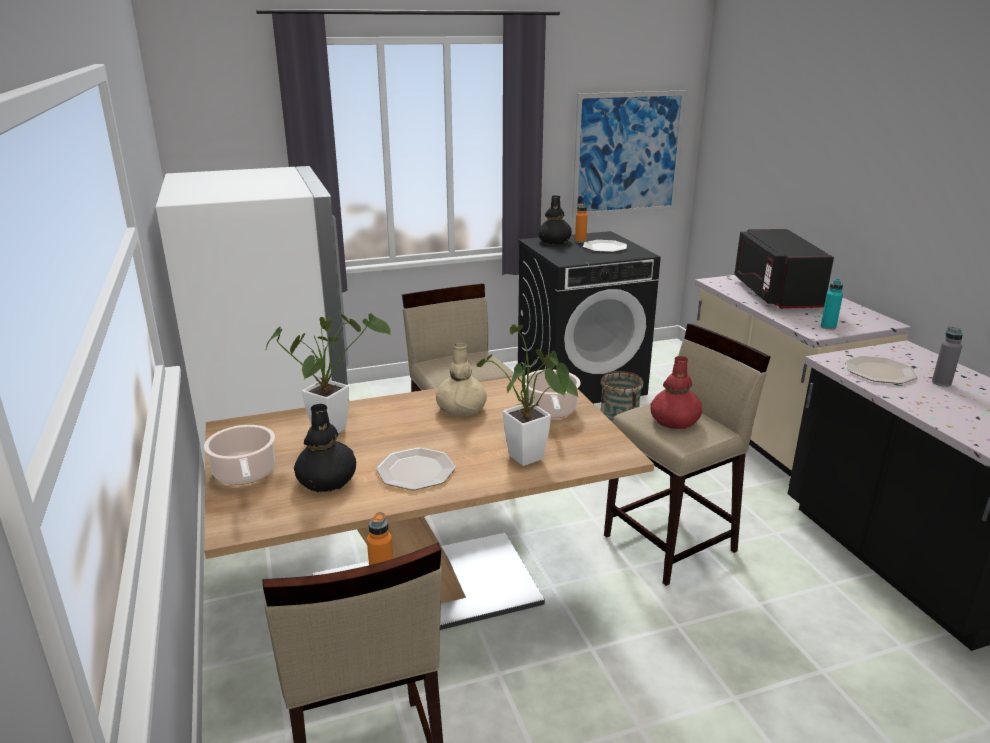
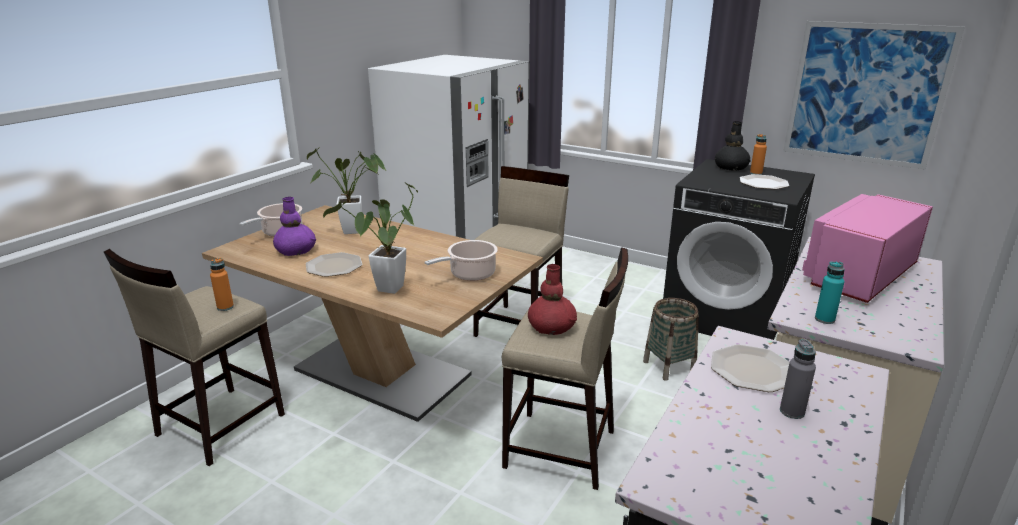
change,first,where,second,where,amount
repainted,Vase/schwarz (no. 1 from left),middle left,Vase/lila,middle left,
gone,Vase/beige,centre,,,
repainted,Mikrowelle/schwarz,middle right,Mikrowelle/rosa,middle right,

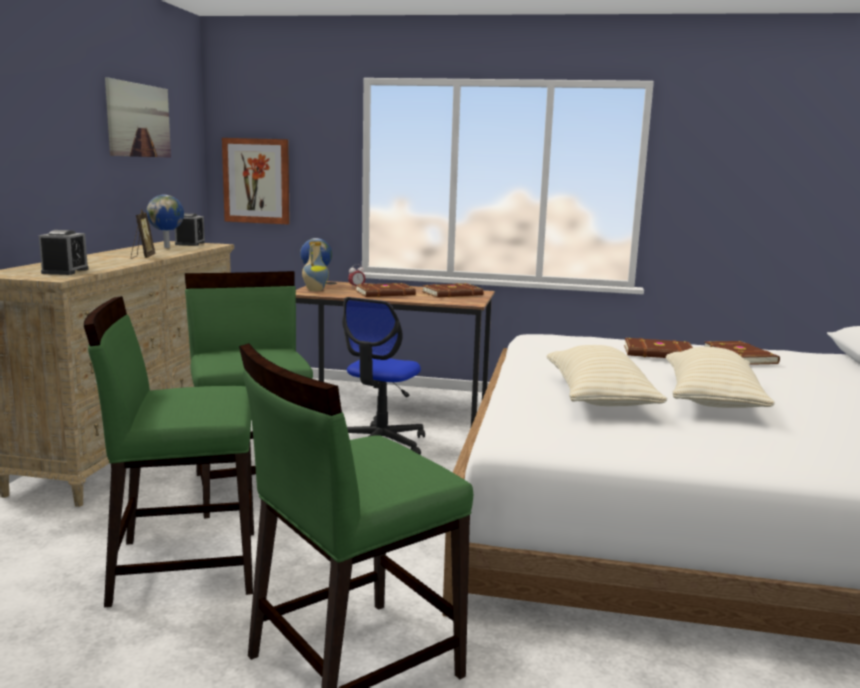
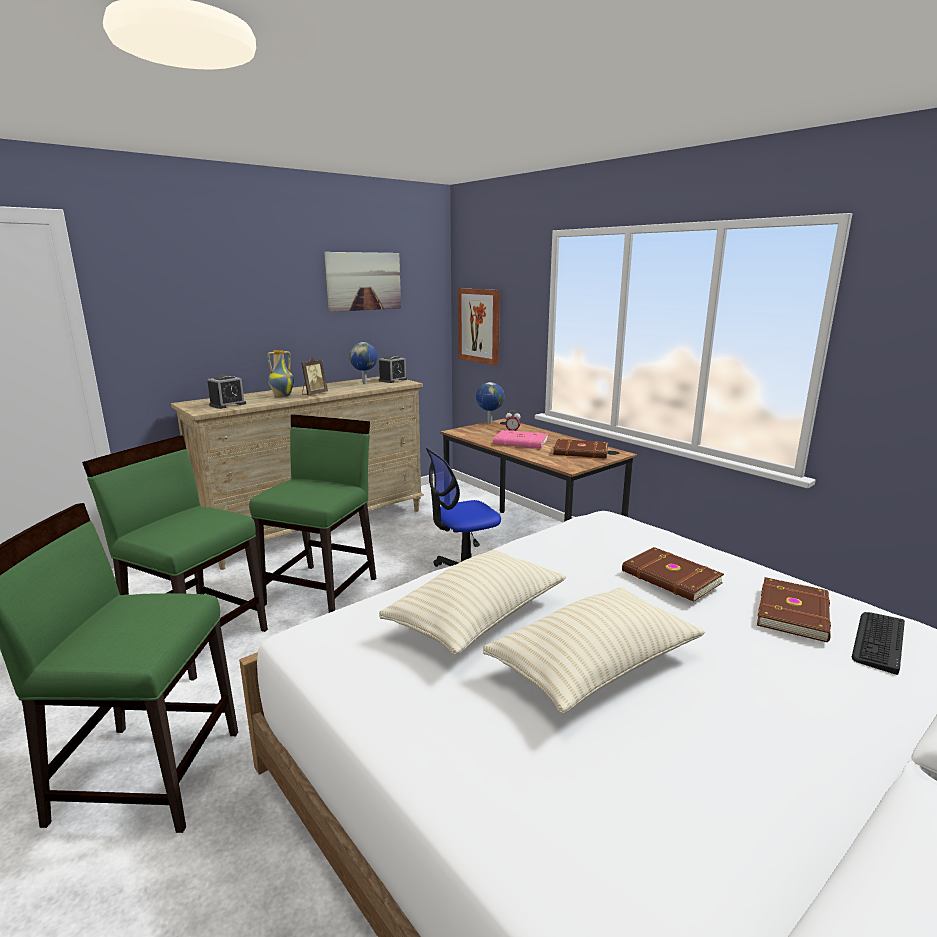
change,first,where,second,where,amount
shifted,Vase,centre,,middle left,
repainted,Buch/braun (no. 1 from left),centre,Buch/rosa,centre,
new,,,Tastatur,bottom right,

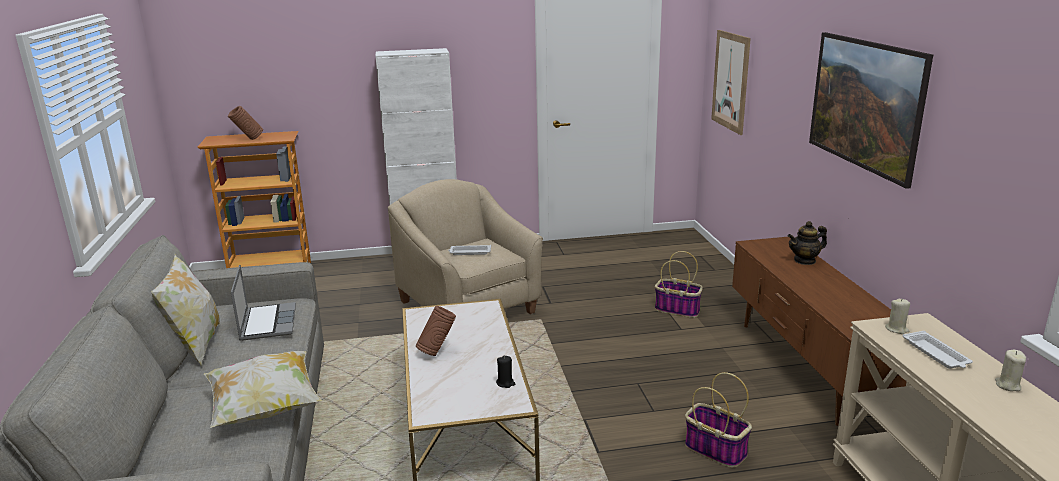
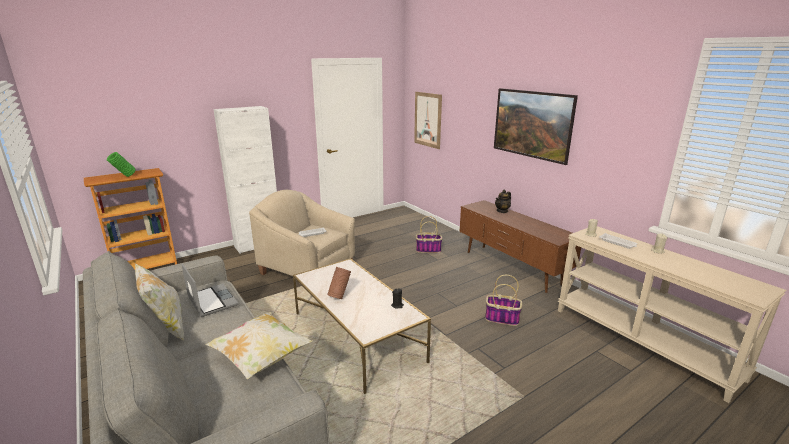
change,first,where,second,where,amount
repainted,Vase/braun (no. 1 from left),top left,Vase/grün,middle left,

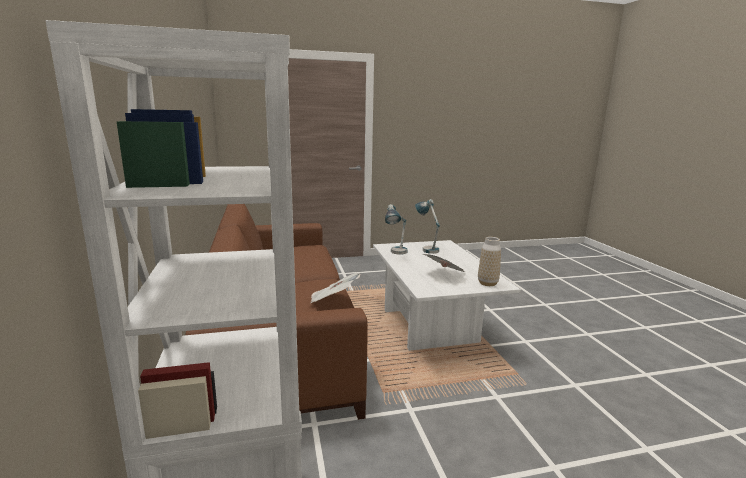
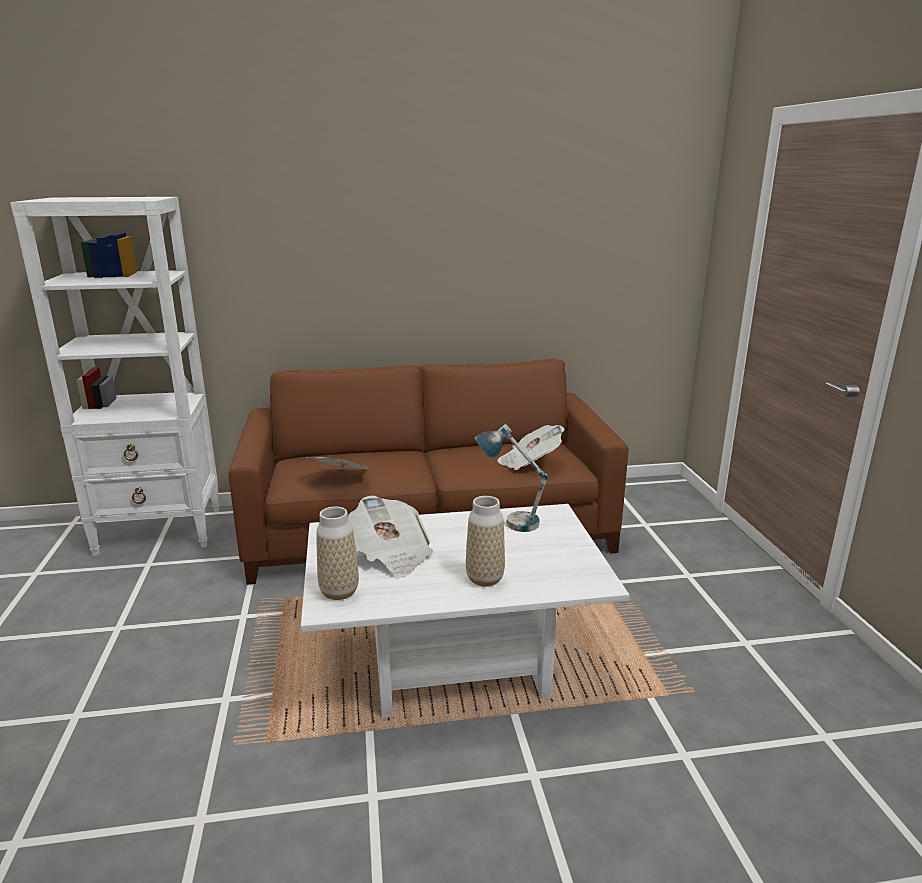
change,first,where,second,where,amount
gone,Tischlampe (no. 2 from left),centre,,,
new,,,Vase (no. 2 from left),centre,
new,,,Zeitung (no. 3 from left),centre,

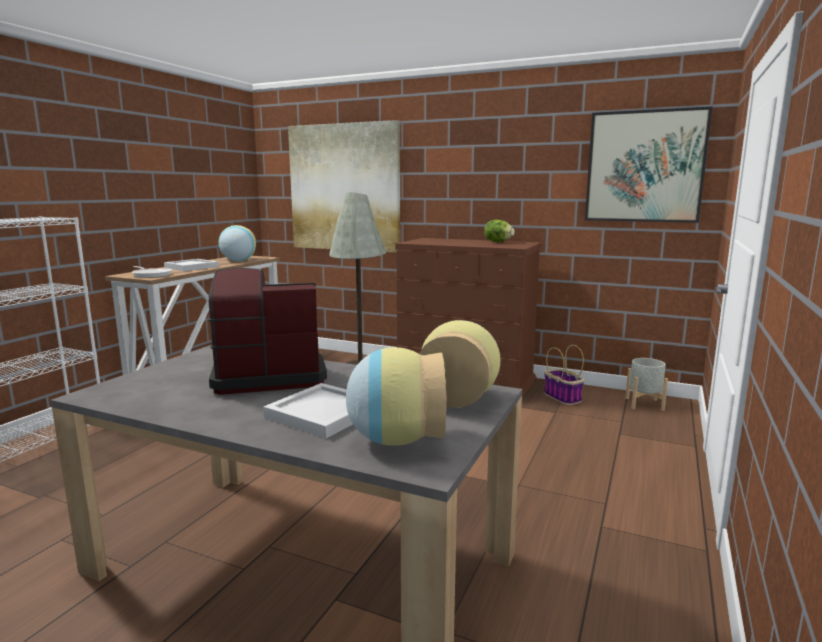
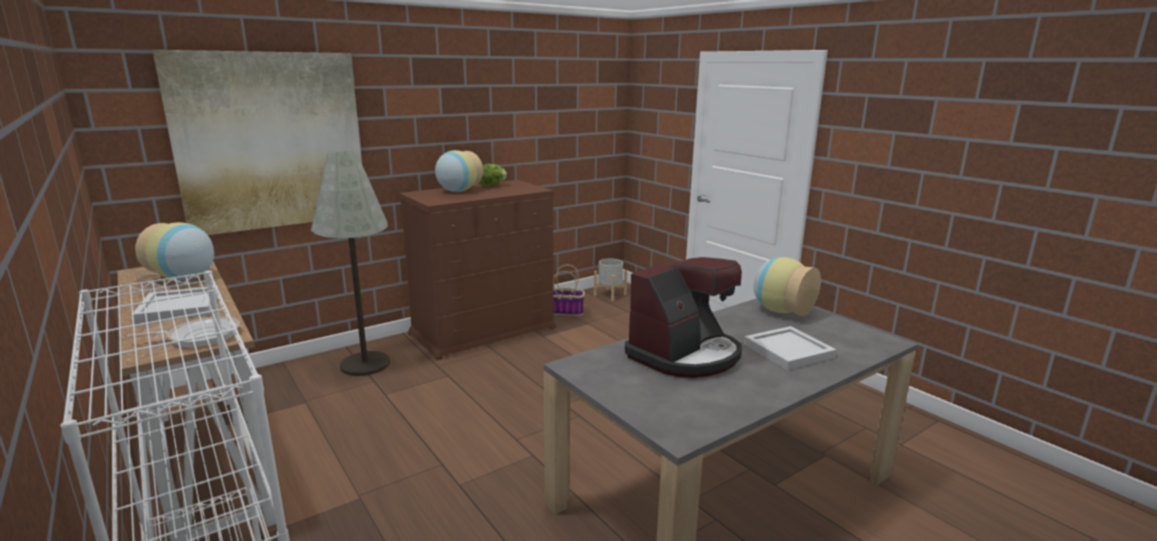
change,first,where,second,where,amount
rotated,Kaffeemaschine,middle left,,centre,150 degrees counterclockwise
shifted,Vase (no. 2 from left),centre,,top centre,
gone,Bild (no. 2 from left),top right,,,

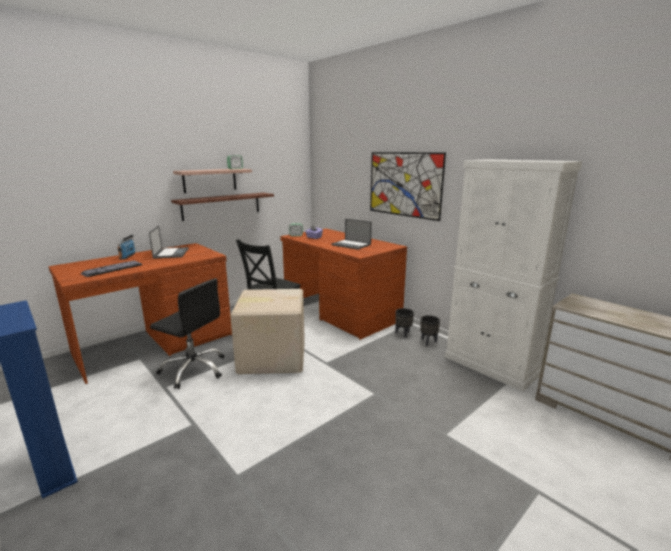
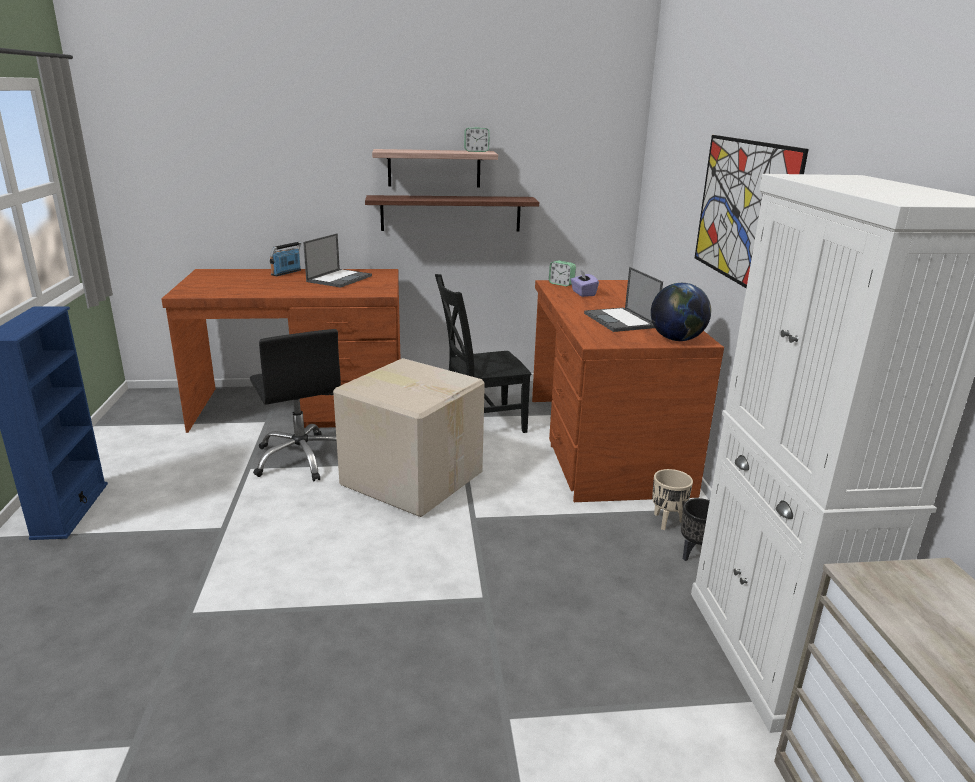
change,first,where,second,where,amount
gone,Tastatur,middle left,,,
repainted,Pflanzkübel/schwarz (no. 1 from left),centre,Pflanzkübel/beige,middle right,
new,,,Globus,middle right,

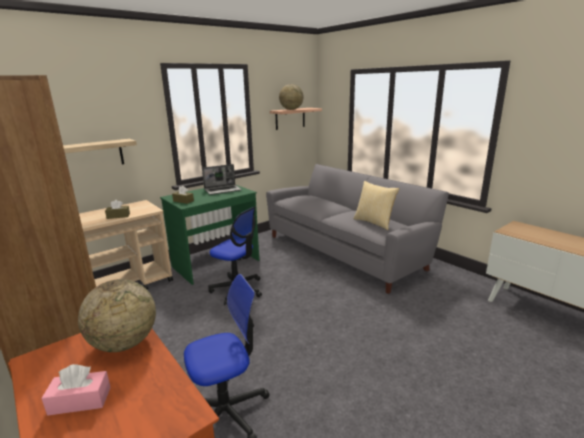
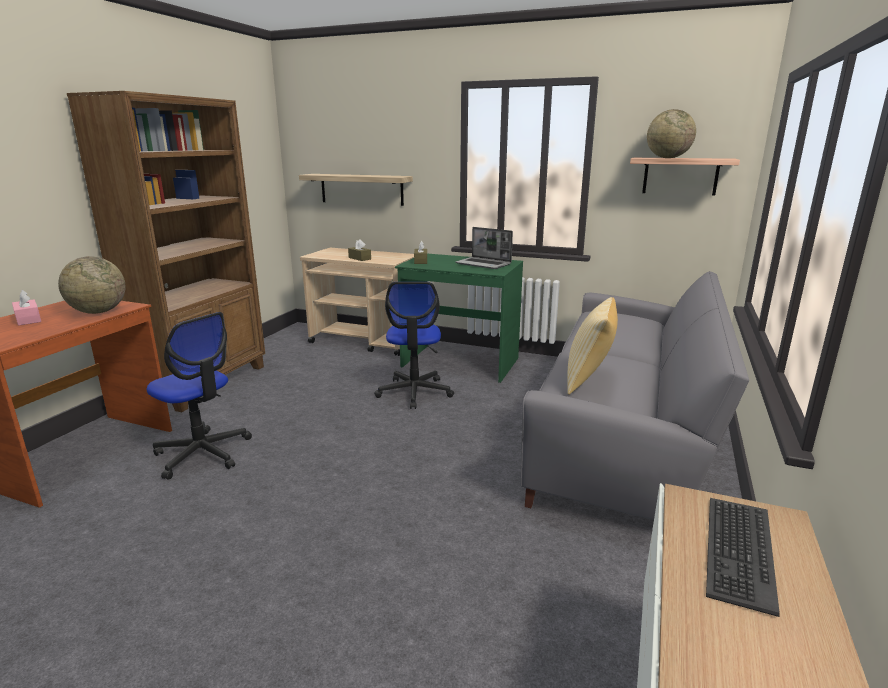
change,first,where,second,where,amount
new,,,Tastatur,bottom right,

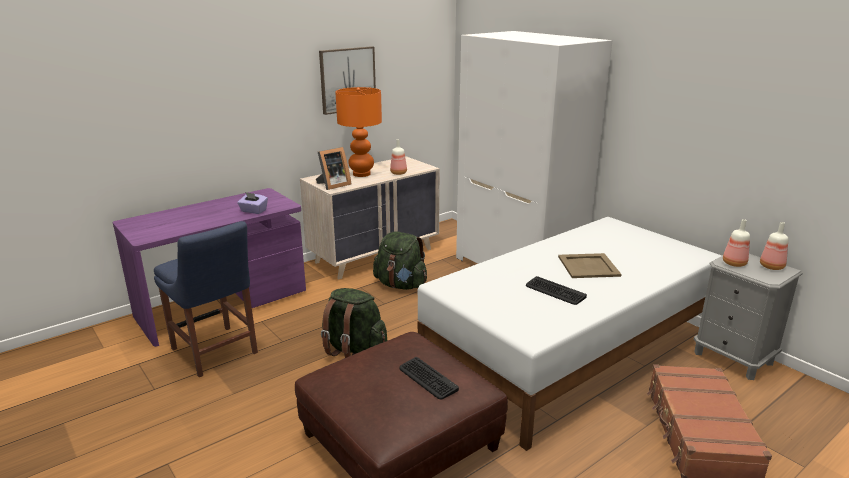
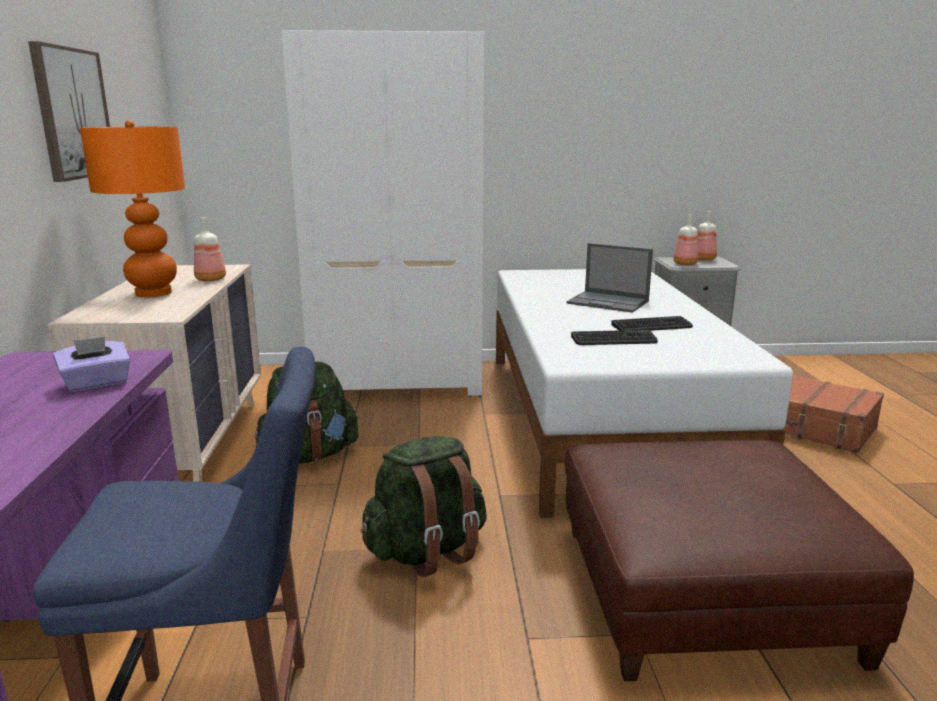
change,first,where,second,where,amount
gone,Bilderrahmen,centre,,,
shifted,Tastatur (no. 1 from left),bottom centre,,centre,
swapped,Tablett/beige,middle right,Laptop,centre,

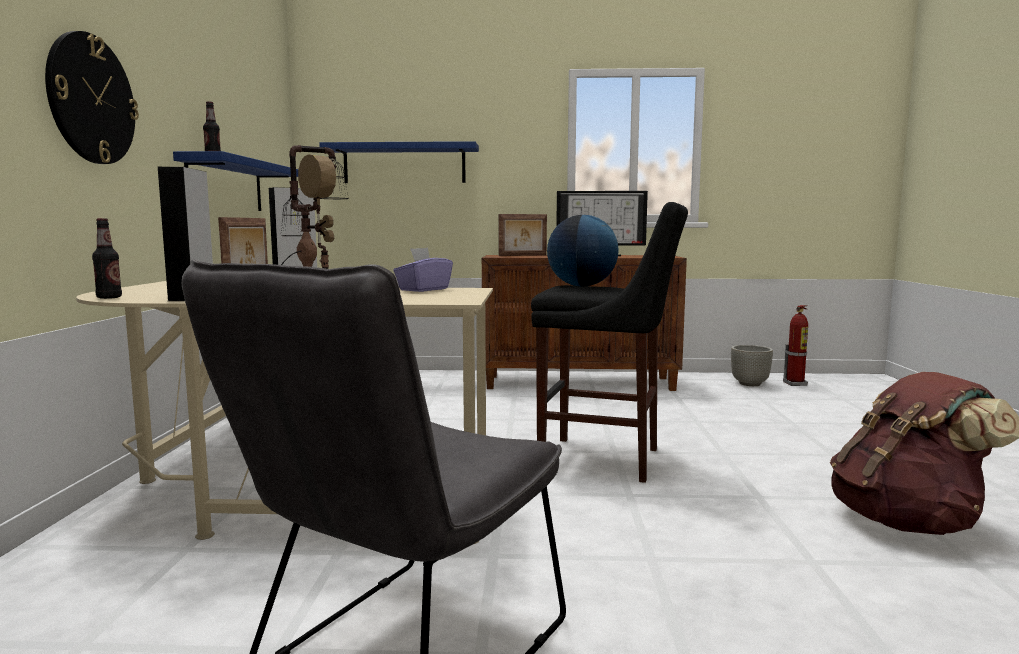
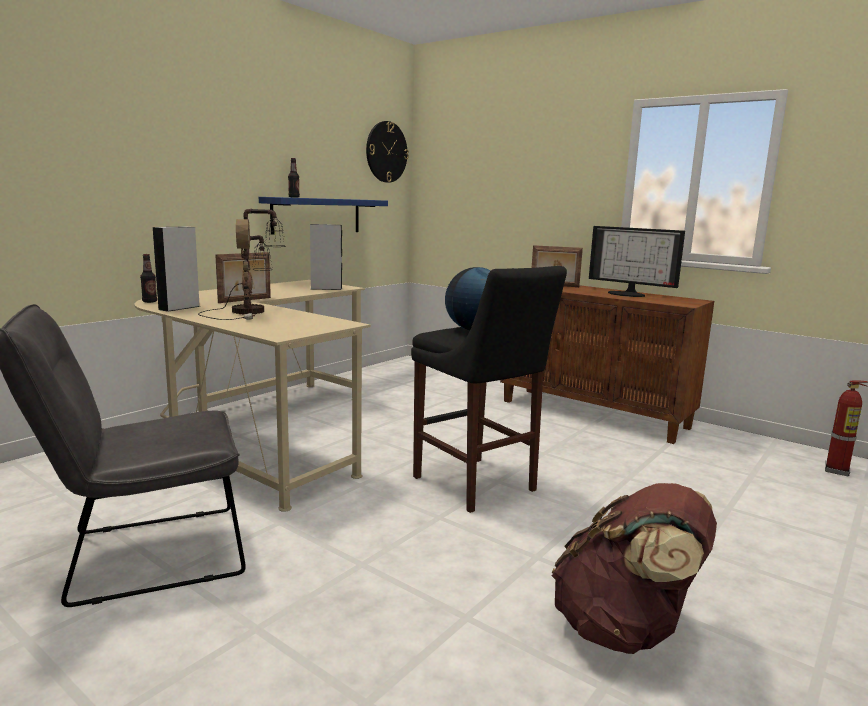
change,first,where,second,where,amount
shifted,Wanduhr,top left,,top centre,
gone,Wandregal/blau (no. 2 from left),top centre,,,
gone,Taschentuchbox/lila,centre,,,
gone,Pflanzkübel/grau,middle right,,,

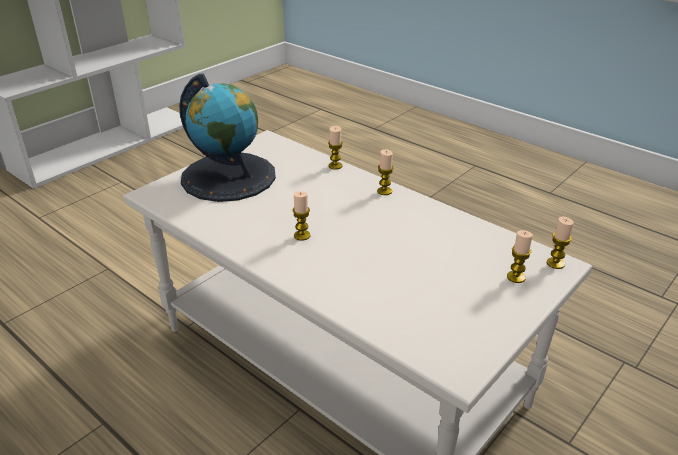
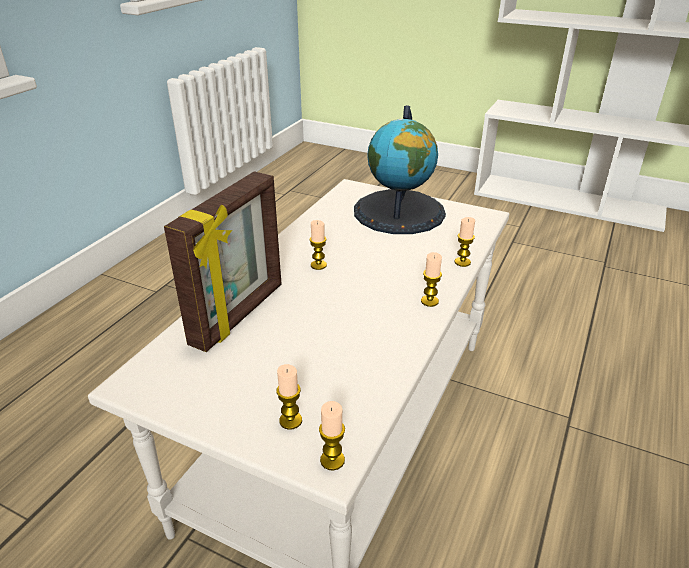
change,first,where,second,where,amount
new,,,Bilderrahmen,middle left,

